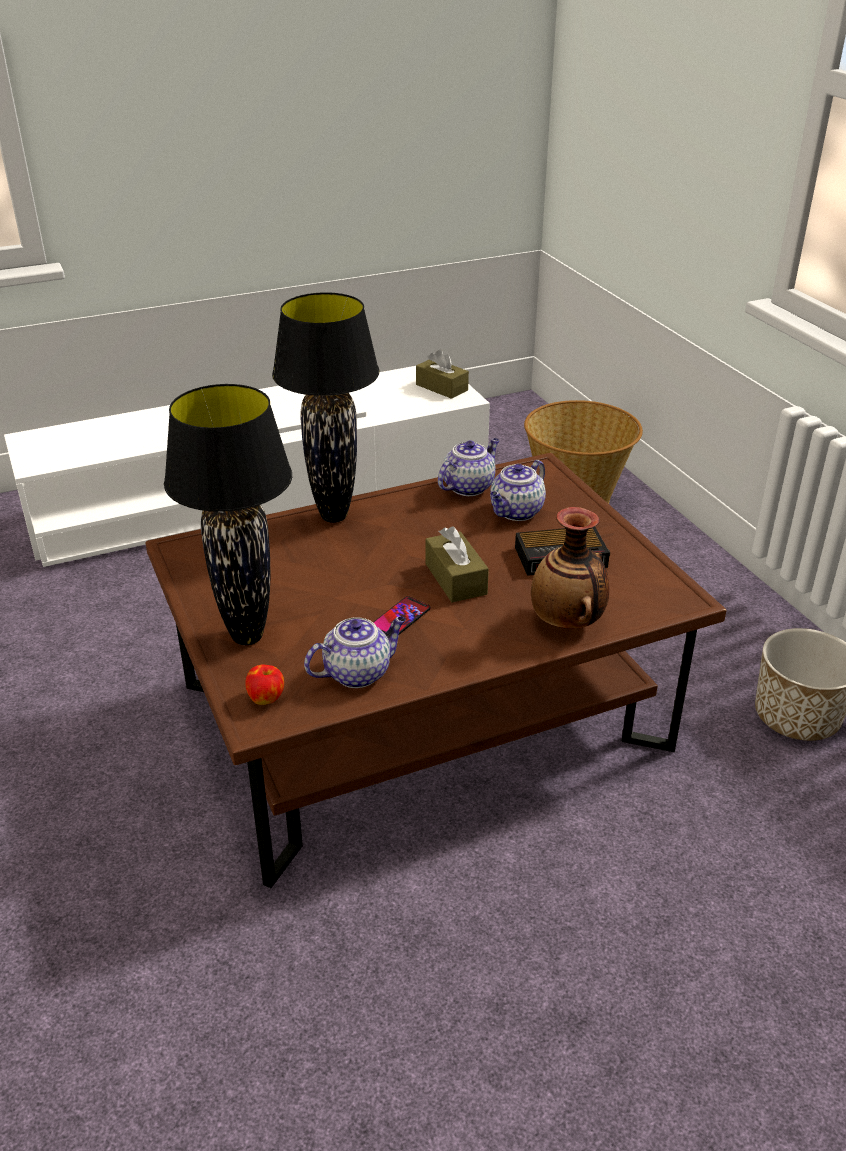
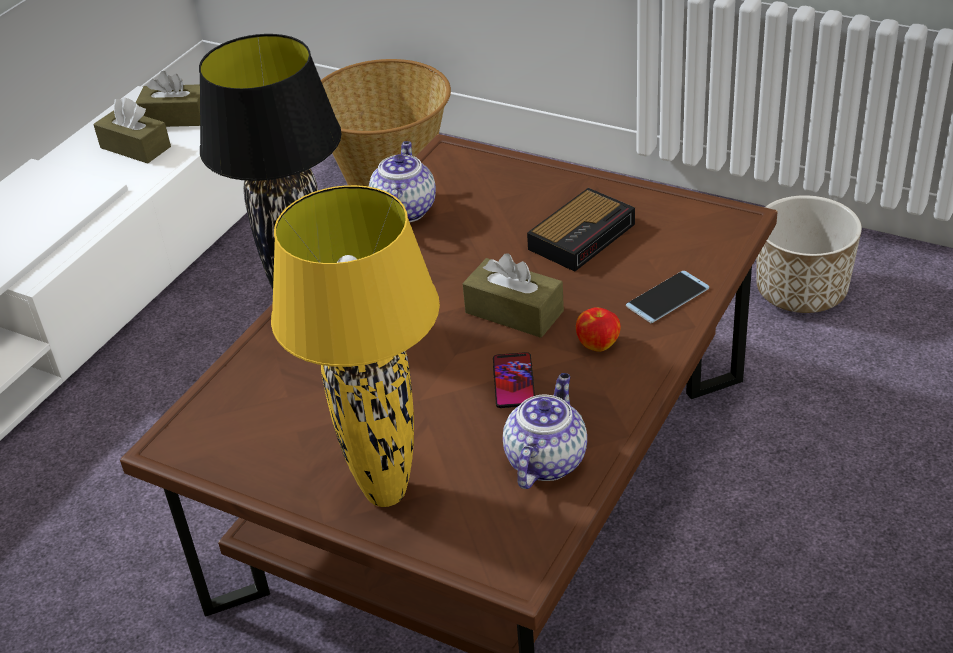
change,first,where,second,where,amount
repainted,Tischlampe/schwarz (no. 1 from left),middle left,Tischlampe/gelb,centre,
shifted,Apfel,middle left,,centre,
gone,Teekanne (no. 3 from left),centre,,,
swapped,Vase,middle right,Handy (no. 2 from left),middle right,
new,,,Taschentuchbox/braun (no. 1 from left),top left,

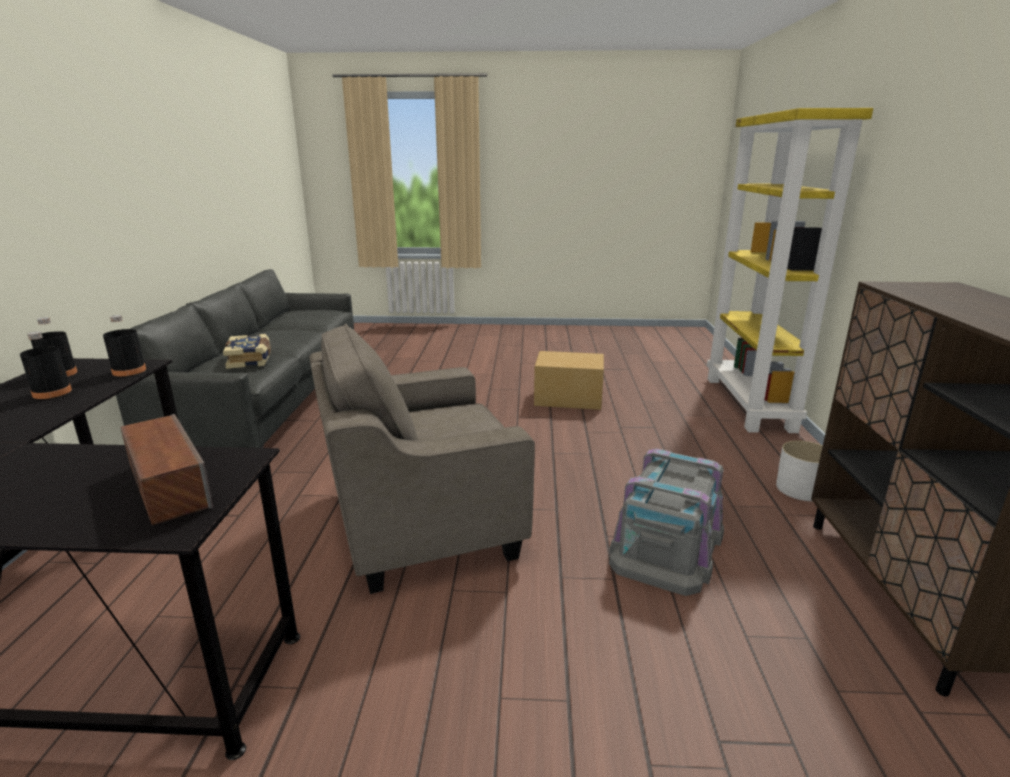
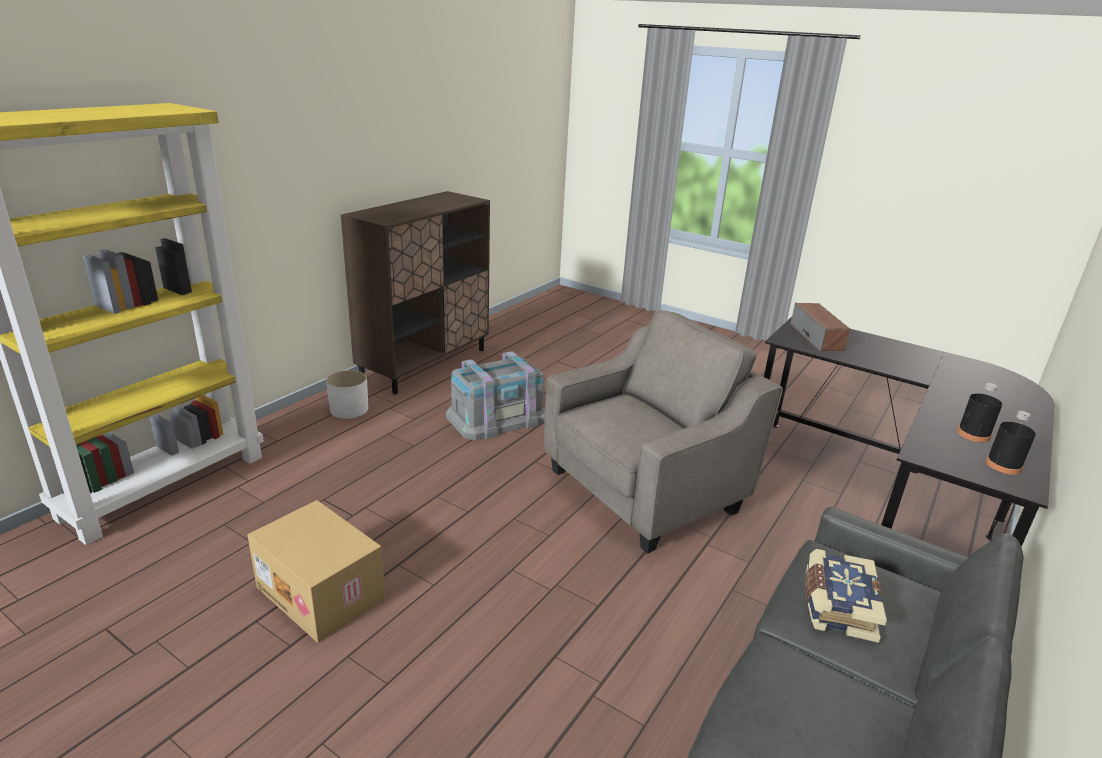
change,first,where,second,where,amount
gone,Flasche/schwarz (no. 3 from left),middle left,,,
rotated,Sessel/grau,centre,,centre,45 degrees counterclockwise

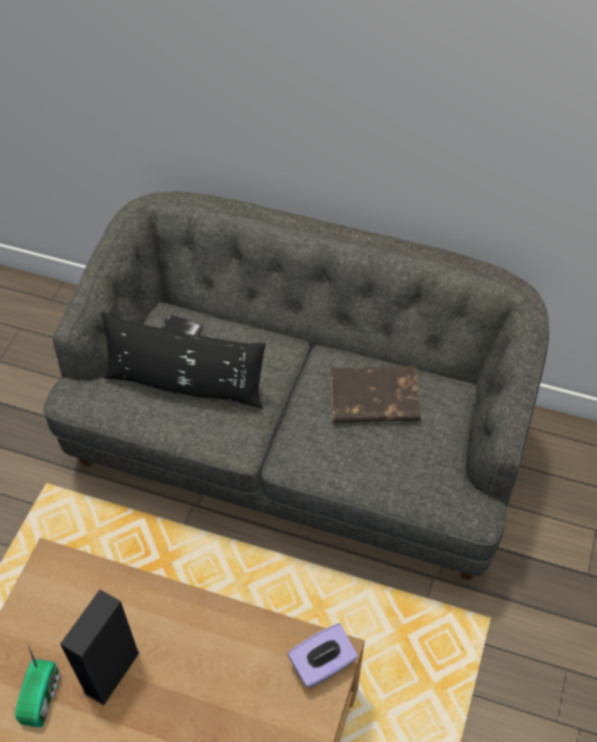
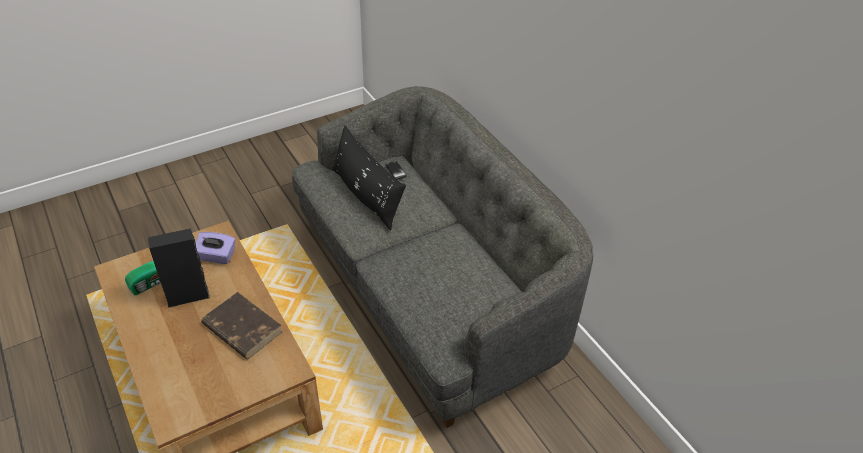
change,first,where,second,where,amount
shifted,Taschentuchbox/lila,bottom centre,,middle left,
shifted,Buch/braun,centre,,bottom left,

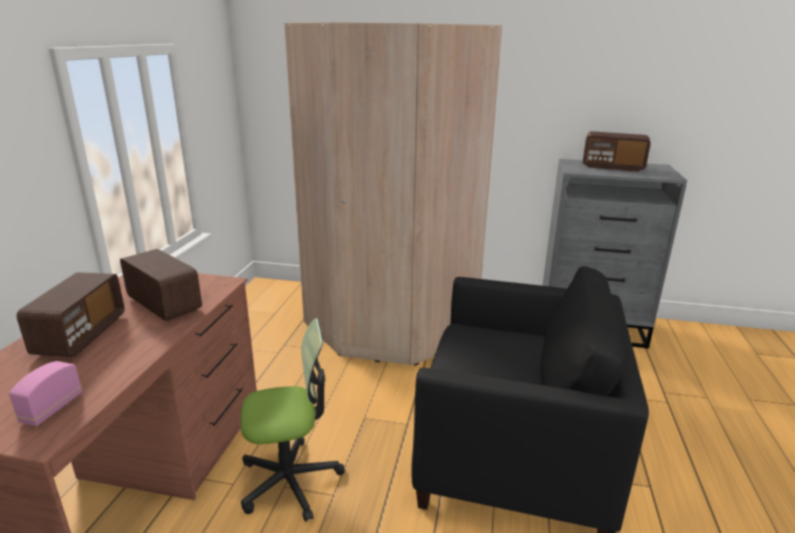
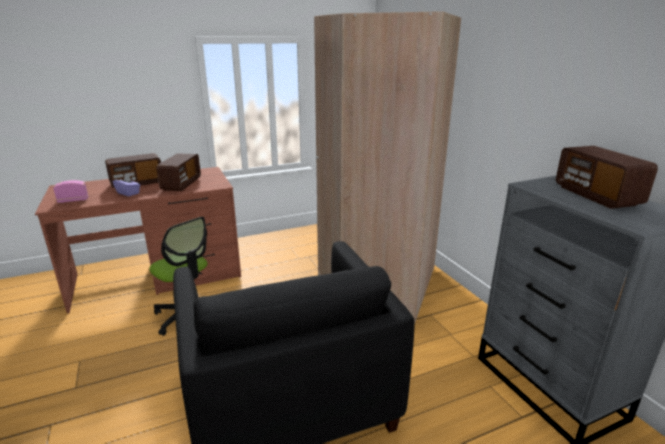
change,first,where,second,where,amount
new,,,Taschentuchbox/lila,middle left,

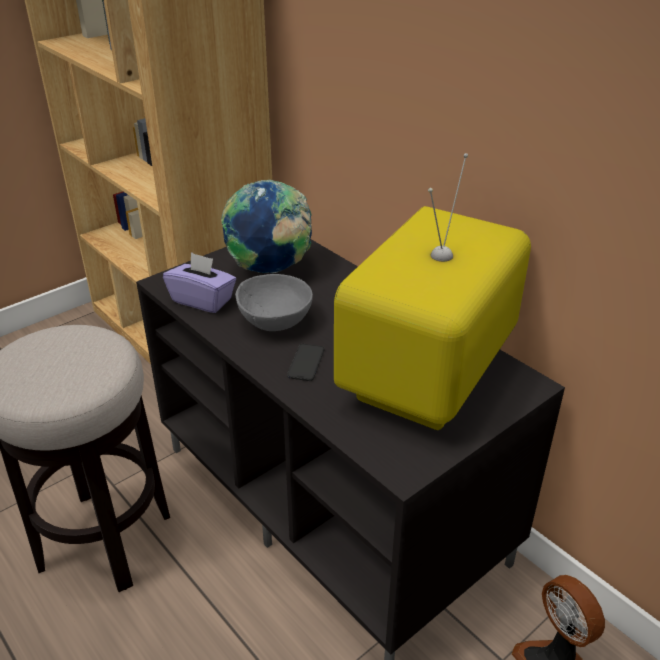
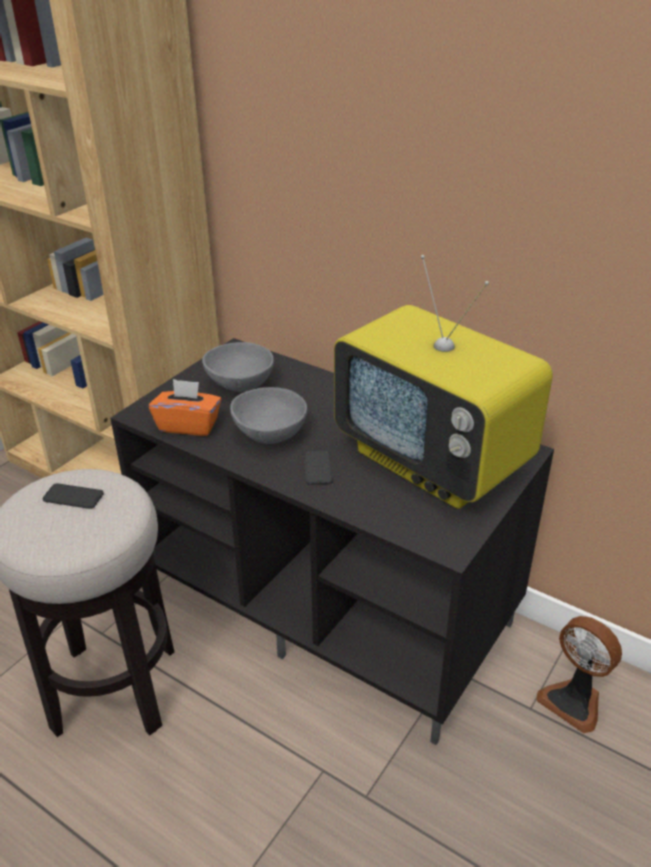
change,first,where,second,where,amount
repainted,Taschentuchbox/lila,middle left,Taschentuchbox/orange,middle left,
swapped,Globus,centre,Schüssel/grau (no. 1 from left),centre,
rotated,Fernseher,centre,,middle right,60 degrees counterclockwise
new,,,Handy (no. 1 from left),middle left,

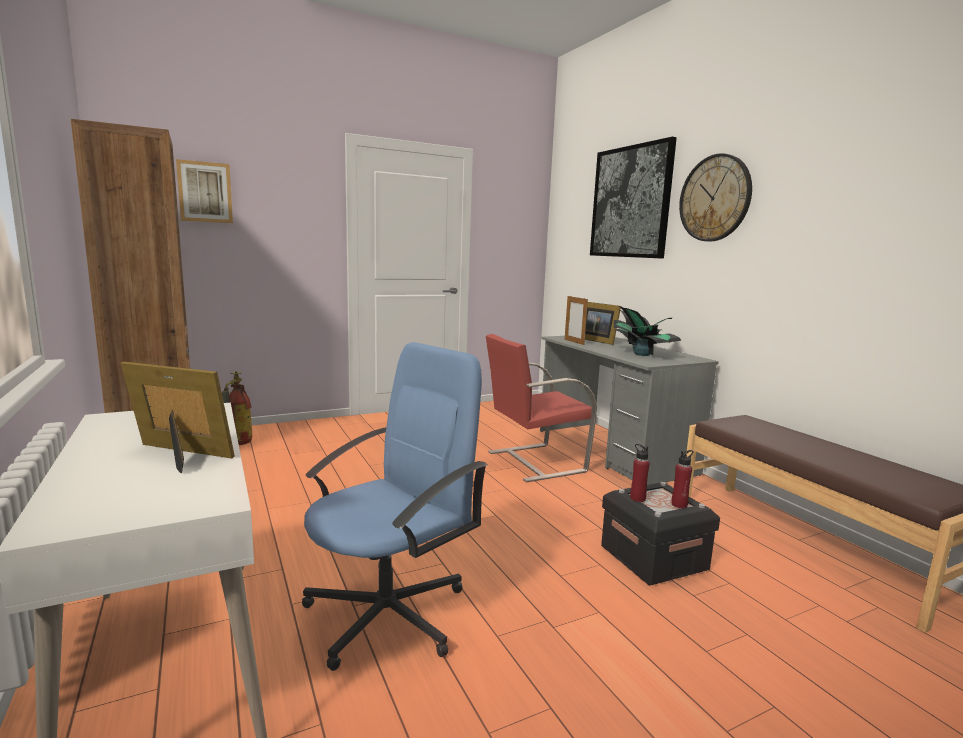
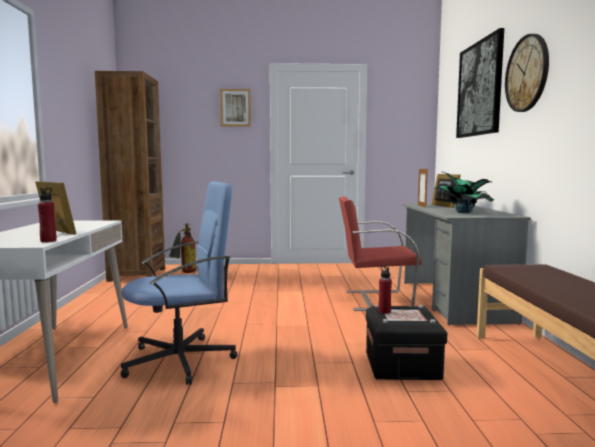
change,first,where,second,where,amount
shifted,Bild (no. 1 from left),top left,,top centre,
shifted,Flasche/rot (no. 2 from left in the first image),middle right,Flasche/rot (no. 1 from left),middle left,

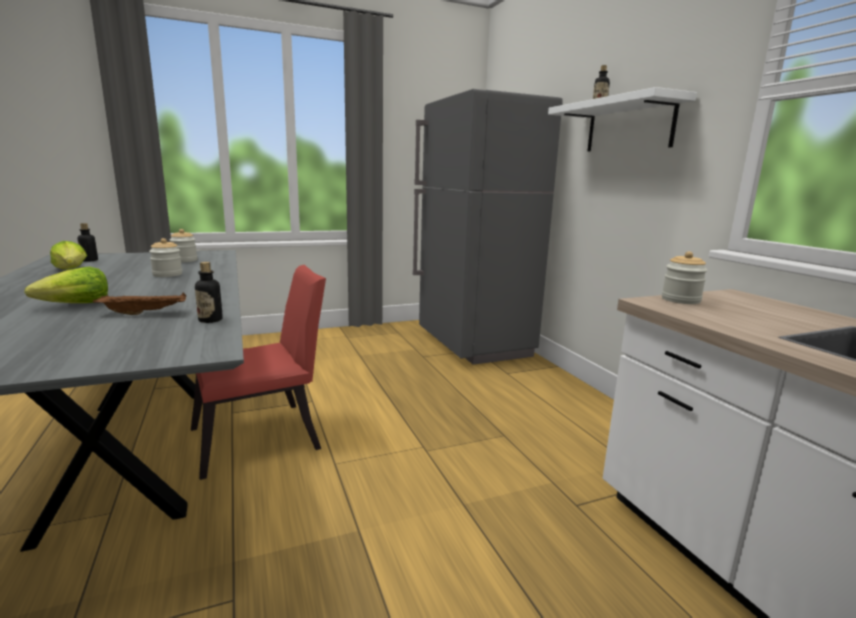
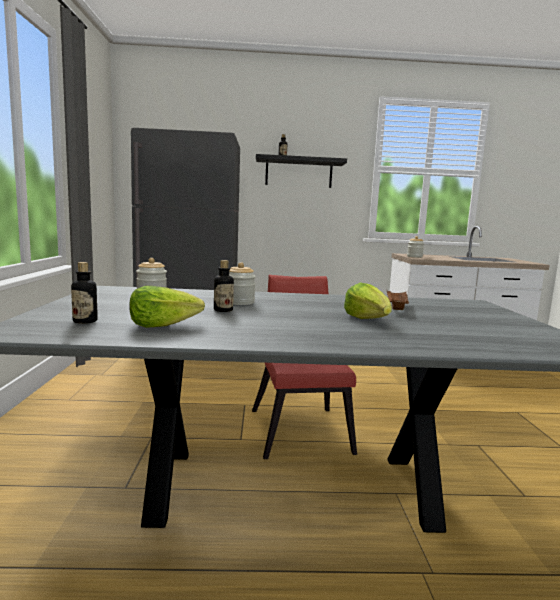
change,first,where,second,where,amount
shifted,Flasche (no. 2 from left),middle left,,centre,
repainted,Wandregal/weiß,top right,Wandregal/schwarz,top centre,

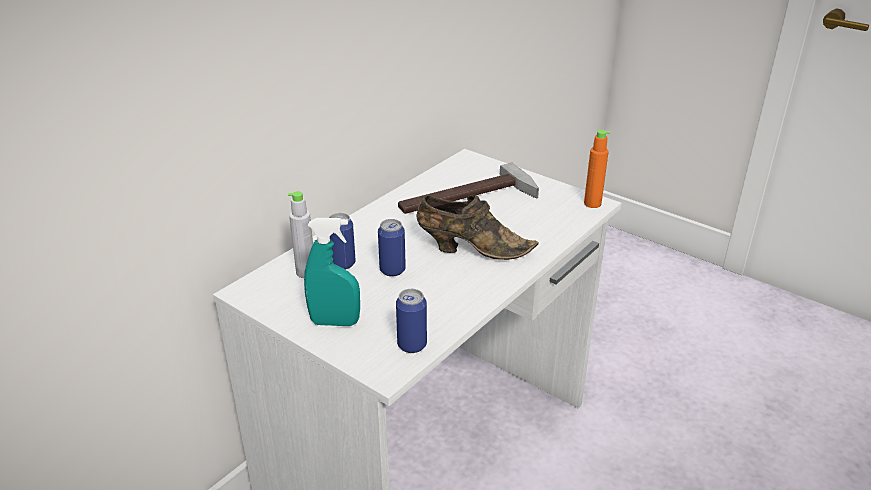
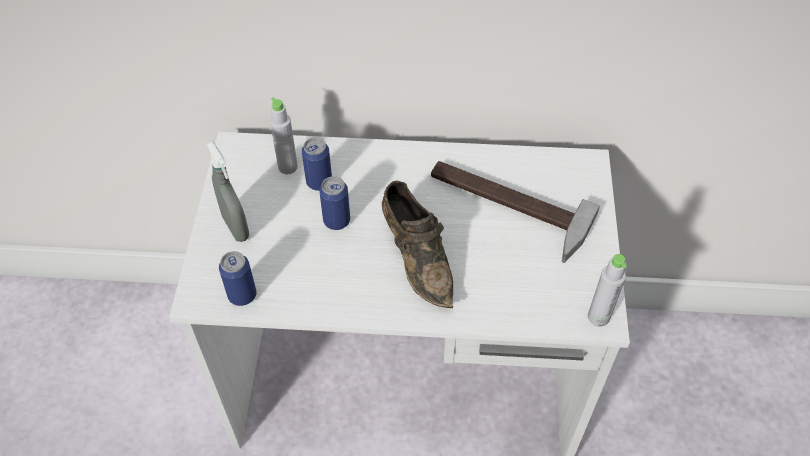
change,first,where,second,where,amount
repainted,Sprühflasche/türkis,centre,Sprühflasche/grau,middle left,
repainted,Flasche/orange,middle right,Flasche/grau (no. 2 from left),middle right,

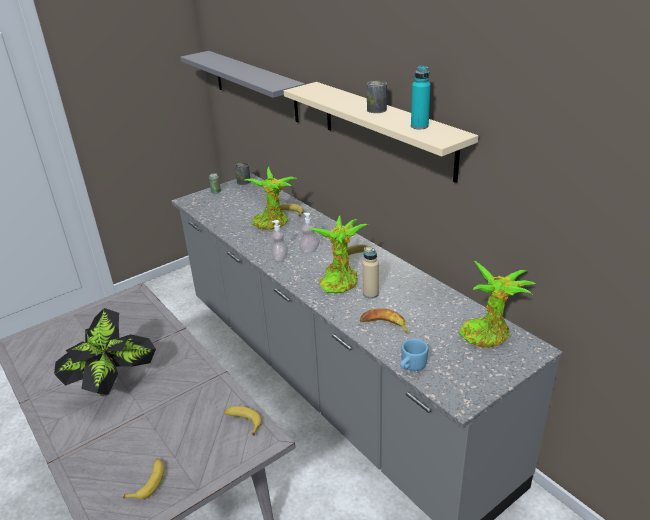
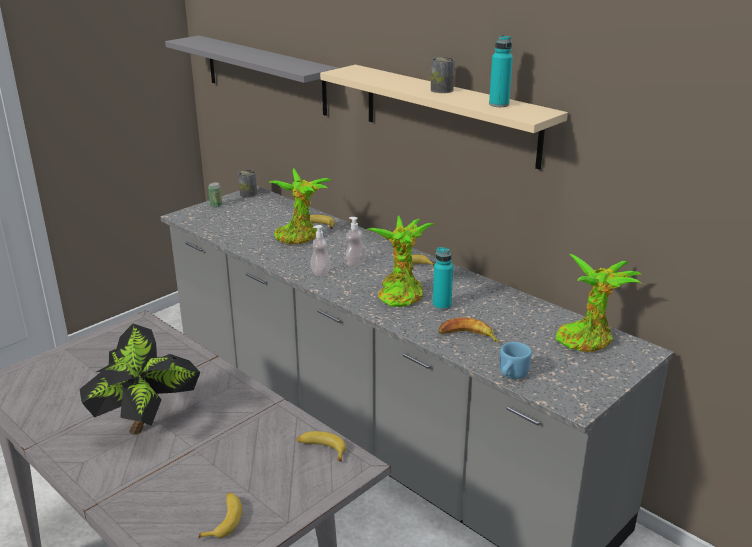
change,first,where,second,where,amount
repainted,Flasche/beige,centre,Flasche/türkis (no. 1 from left),centre,

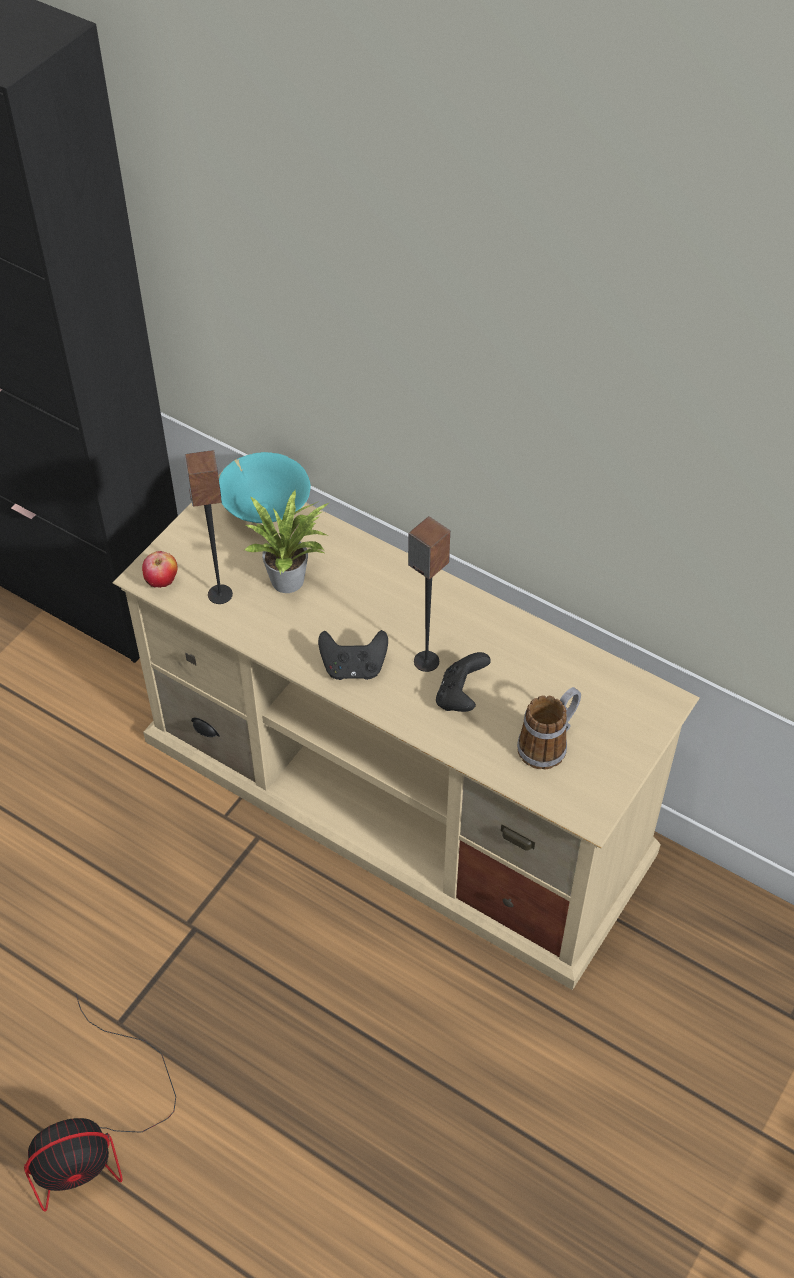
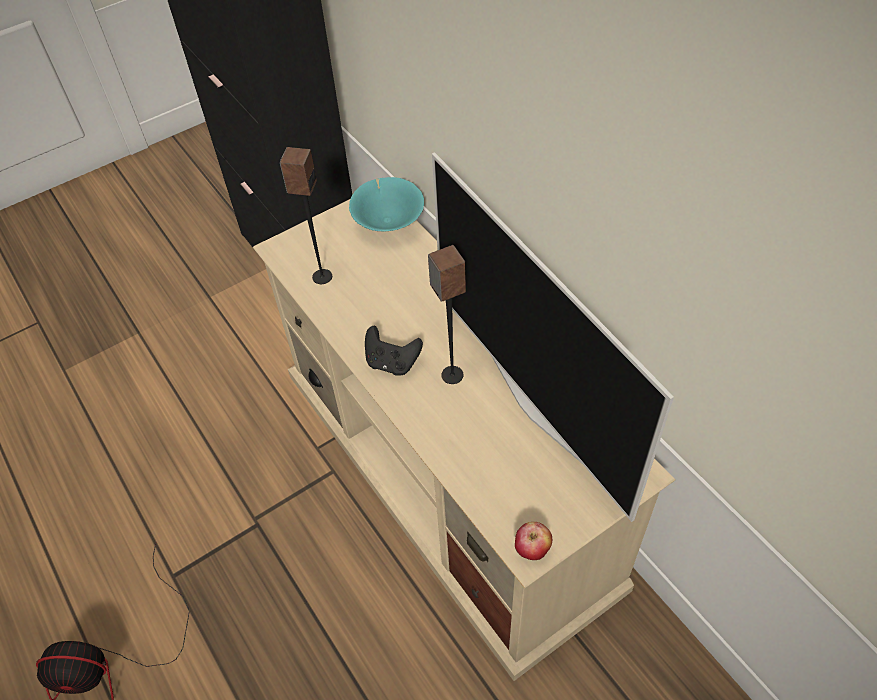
change,first,where,second,where,amount
shifted,Apfel,middle left,,bottom centre,
gone,Topfpflanze,centre,,,
gone,Gamepad/schwarz (no. 2 from left),centre,,,
gone,Henkelbecher,middle right,,,
new,,,Fernseher,centre,

